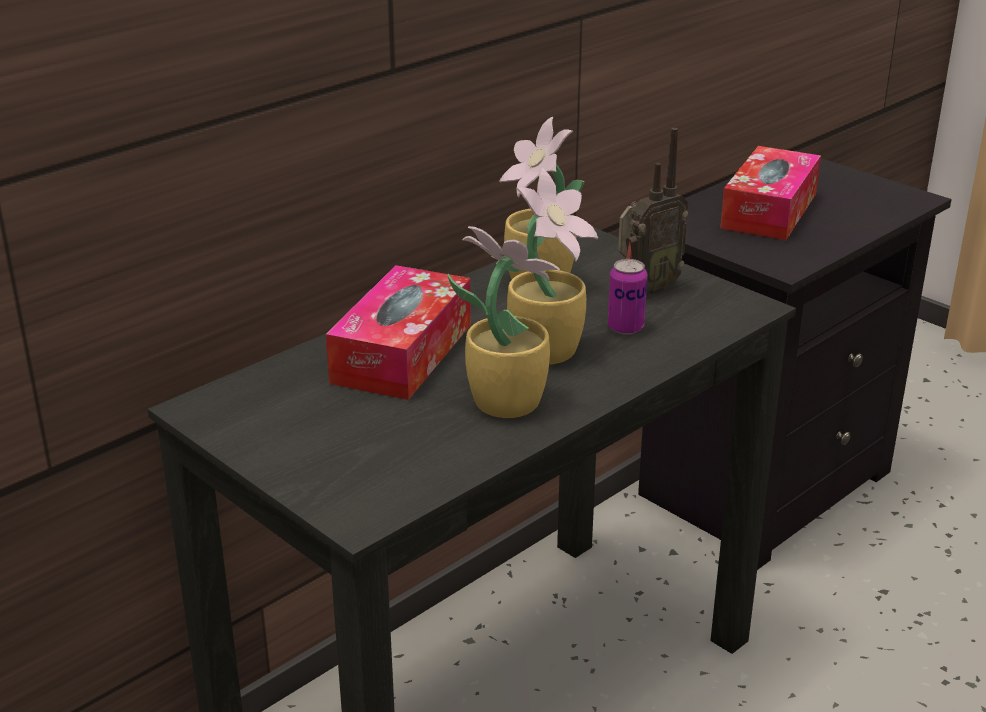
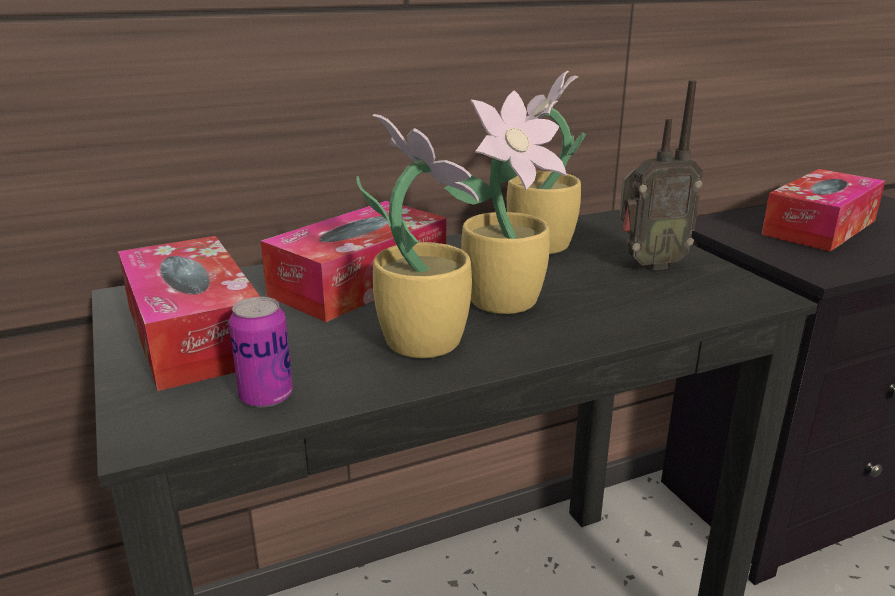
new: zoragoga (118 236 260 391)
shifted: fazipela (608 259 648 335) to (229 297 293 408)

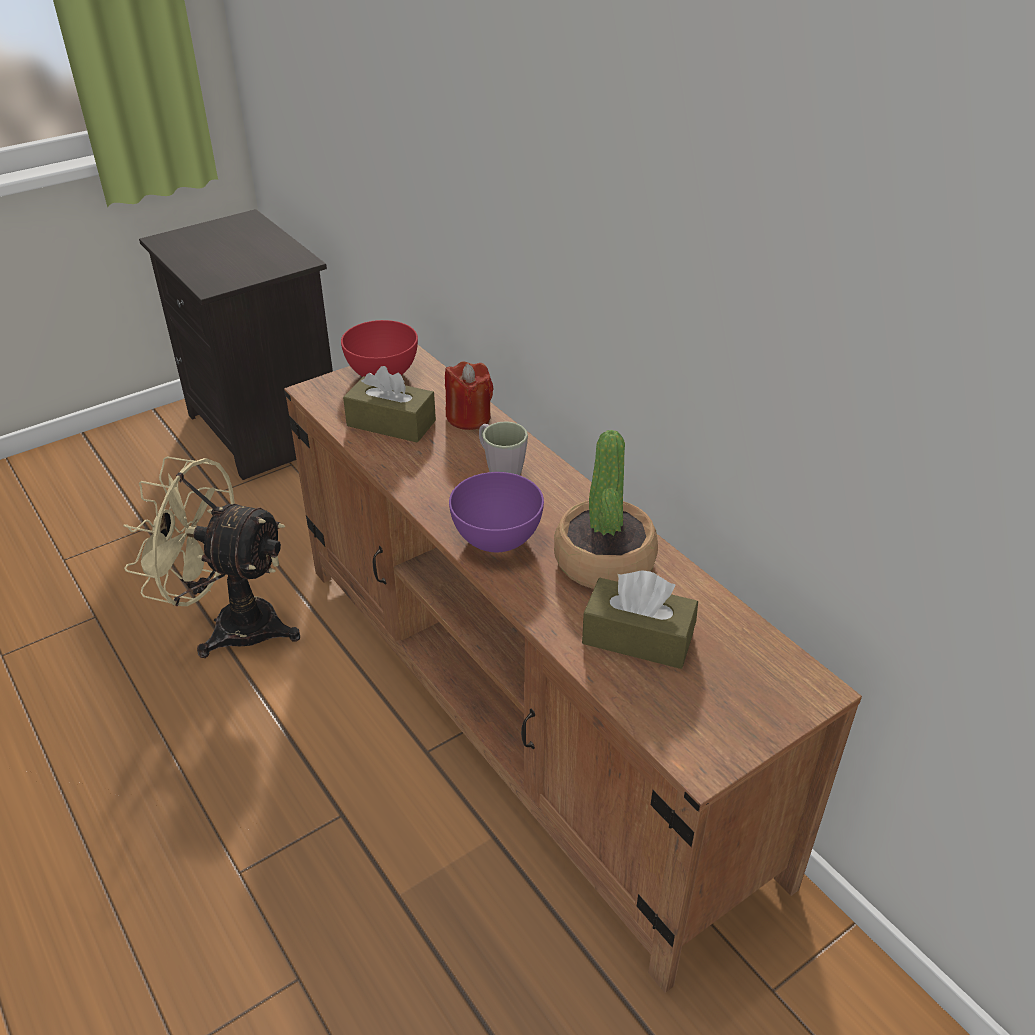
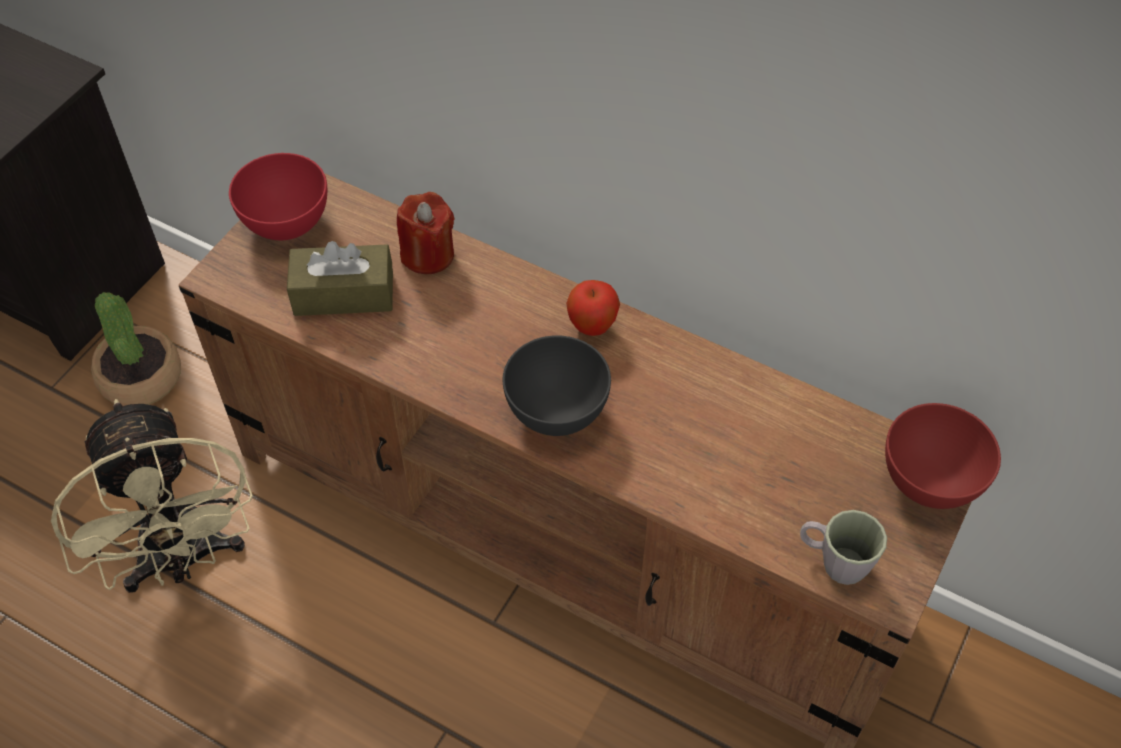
gone: zoragoga (brown) (582 570 698 669)
new: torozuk (566 280 620 336); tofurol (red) (885 403 1001 509)
shifted: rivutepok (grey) (479 421 528 475) to (800 510 887 585); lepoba (554 430 658 589) to (91 292 181 406)
repainted: tofurol (purple) (449 472 544 552) to tofurol (grey) (503 335 611 436)
rotated: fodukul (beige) (123 456 300 658) = (51 399 253 593) 105 degrees counterclockwise

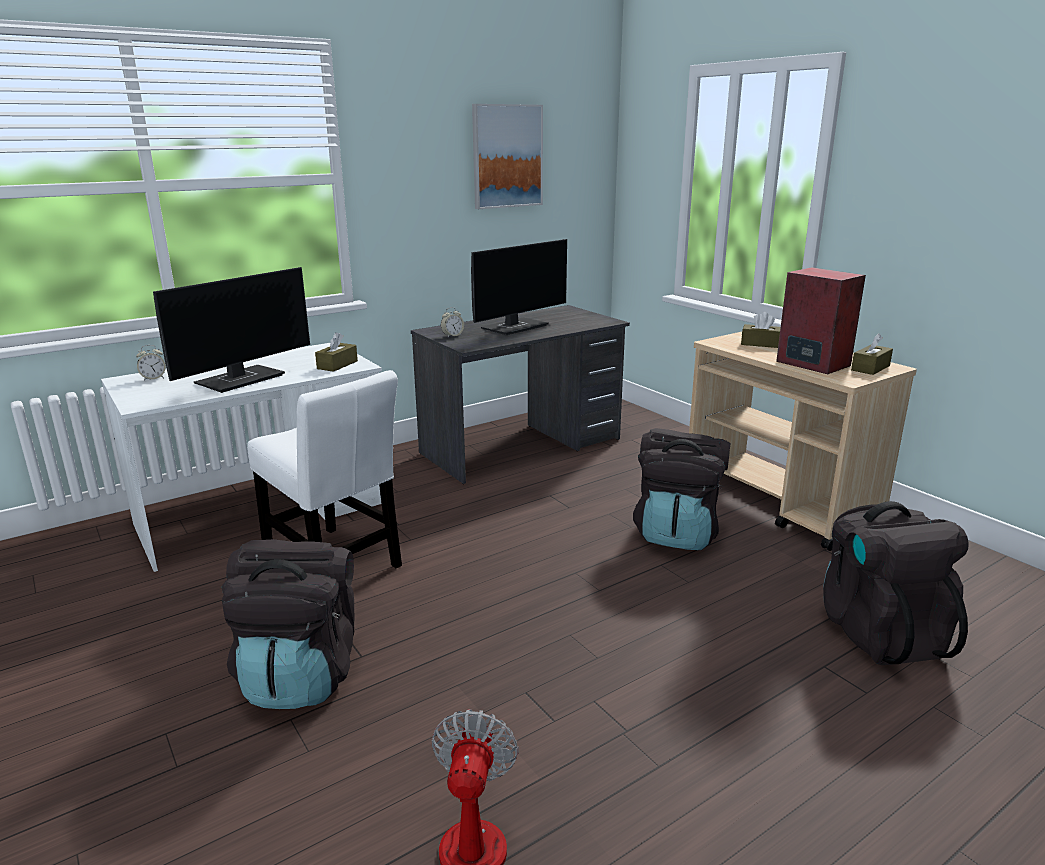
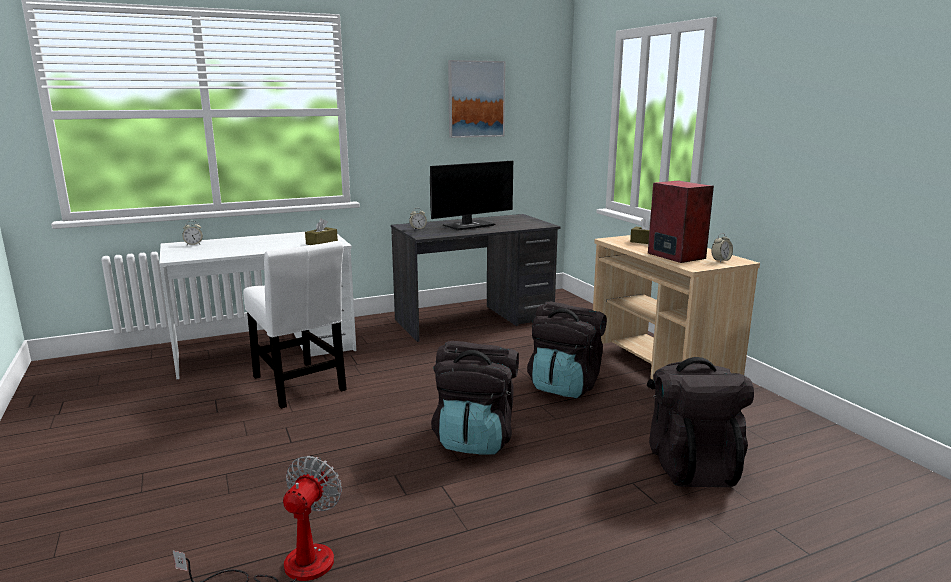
gone: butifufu (153 267 310 393)
shifted: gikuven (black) (222 539 355 709) to (431 341 519 455)
swapped: zoragoga (brown) (851 333 893 375) to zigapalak (711 233 733 262)

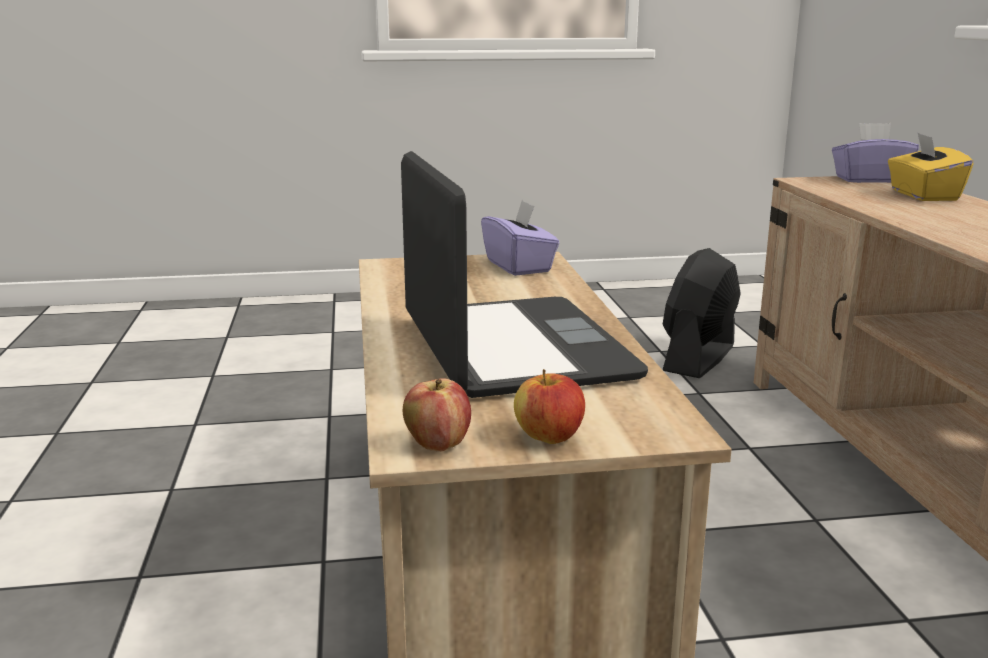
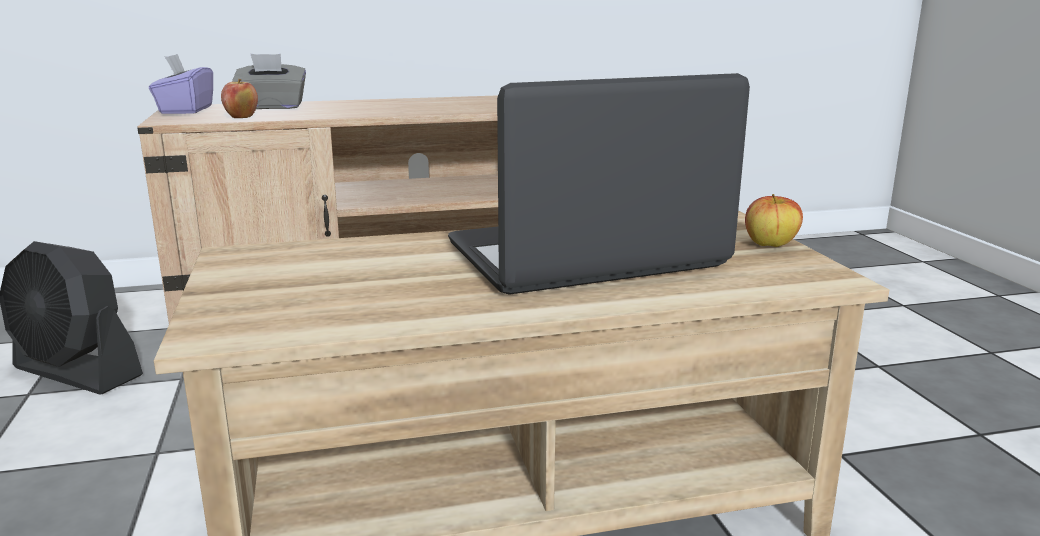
gone: zoragoga (purple) (481 200 560 276)
shifted: torozuk (403 378 471 452) to (221 79 258 118)
repainted: zoragoga (yellow) (888 132 973 201) to zoragoga (grey) (232 54 306 109)

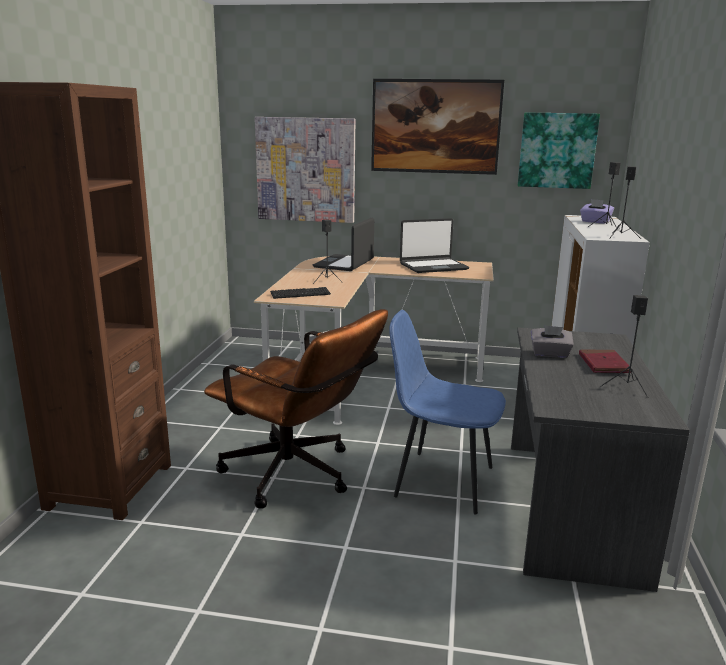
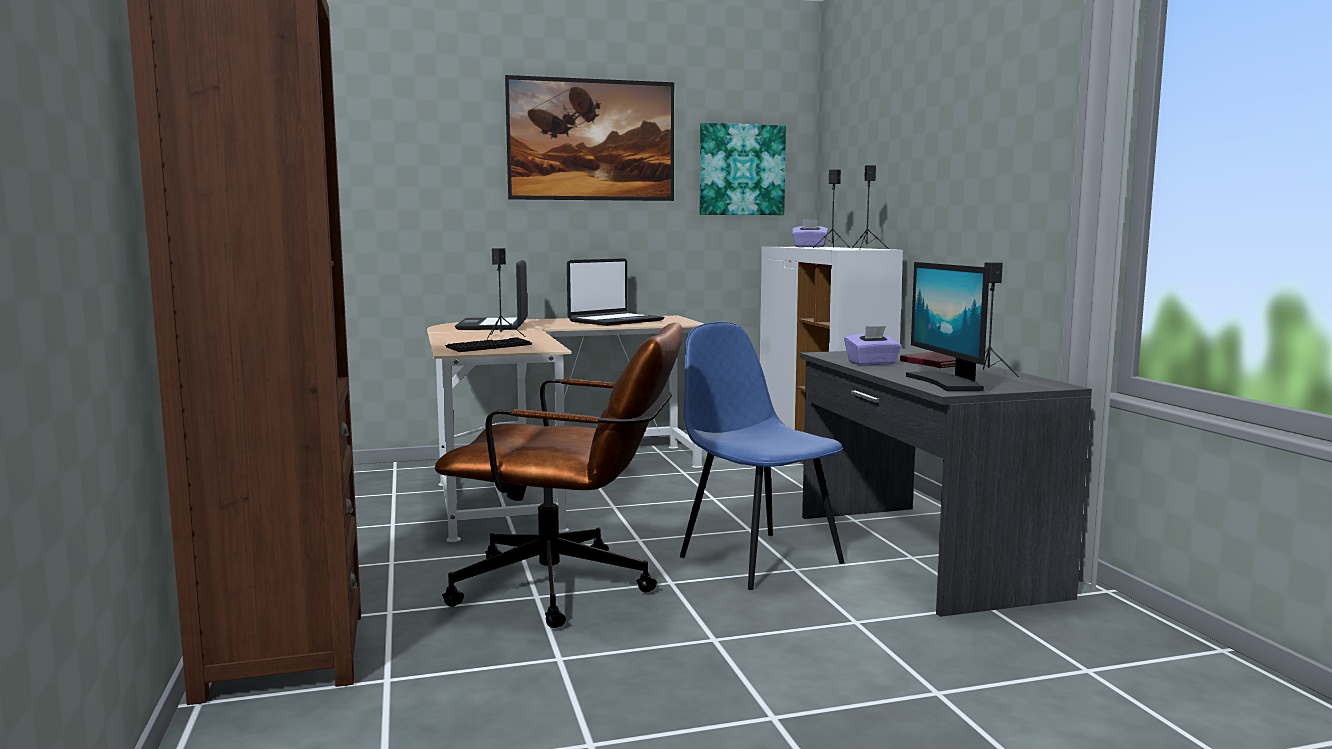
gone: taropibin (255 117 355 223)
new: butifufu (906 262 990 391)
repainted: zoragoga (grey) (531 325 574 358) to zoragoga (purple) (844 326 901 366)
rotated: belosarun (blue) (389 310 506 514) = (680 322 844 590) 60 degrees clockwise

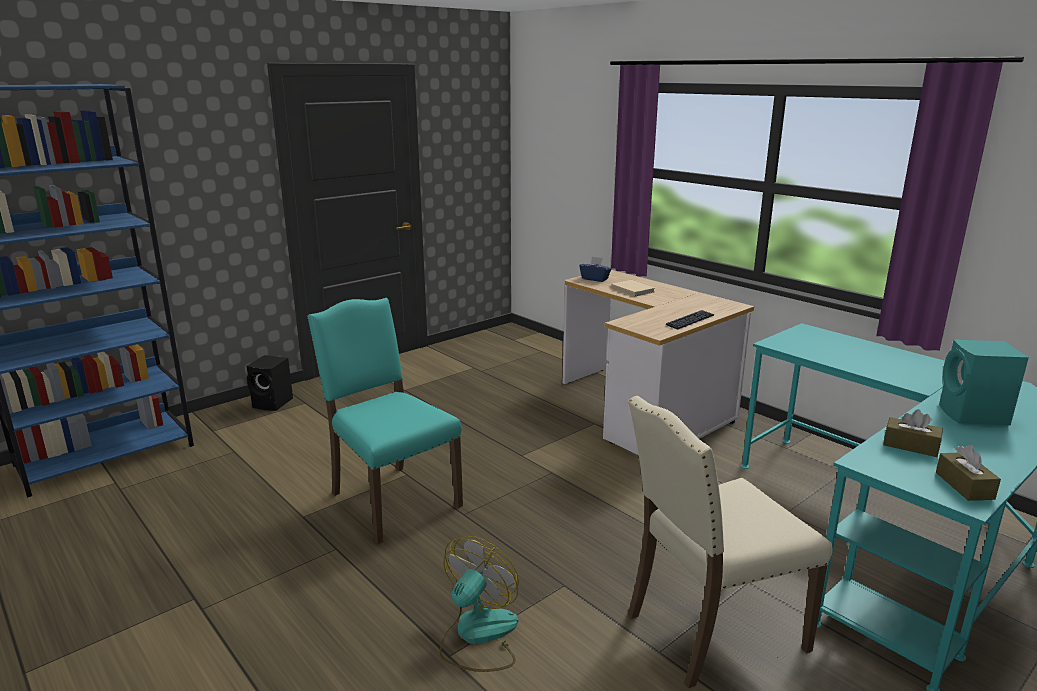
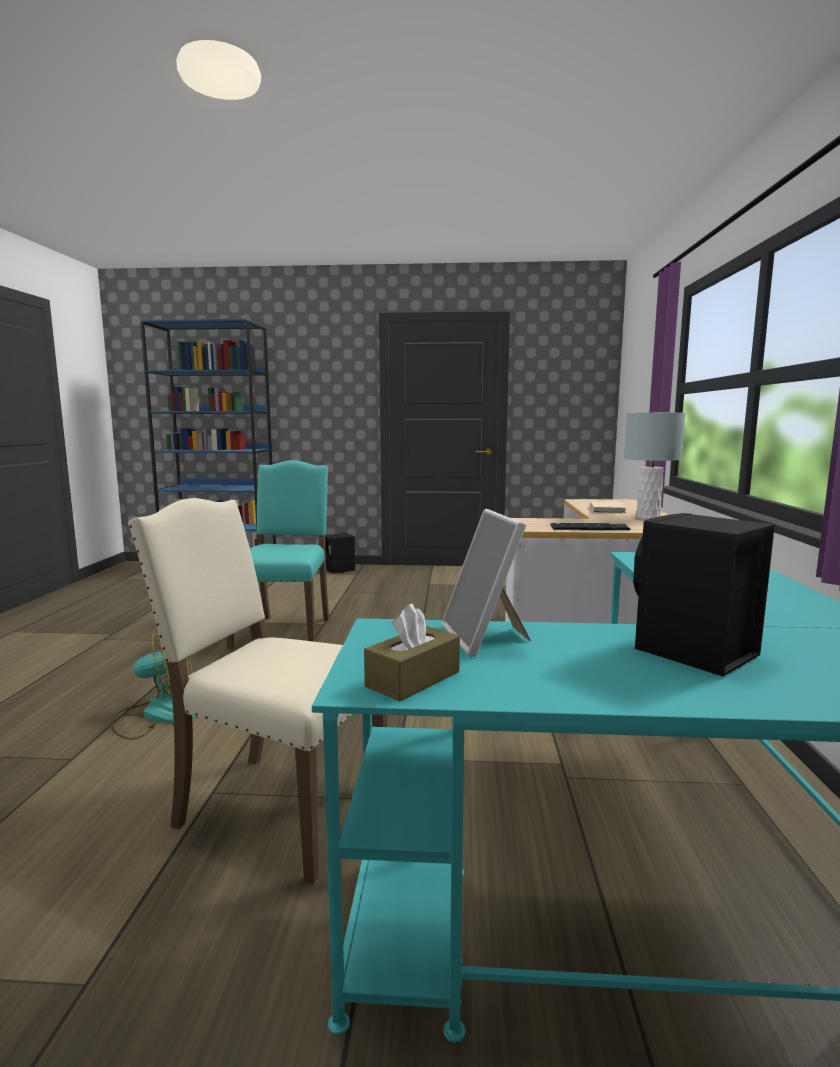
gone: zoragoga (blue) (579 256 612 282)
new: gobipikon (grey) (624 412 685 519)
swapped: zoragoga (brown) (883 409 943 457) to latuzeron (442 509 531 657)
repainted: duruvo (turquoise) (939 339 1029 425) to duruvo (black) (633 513 775 676)

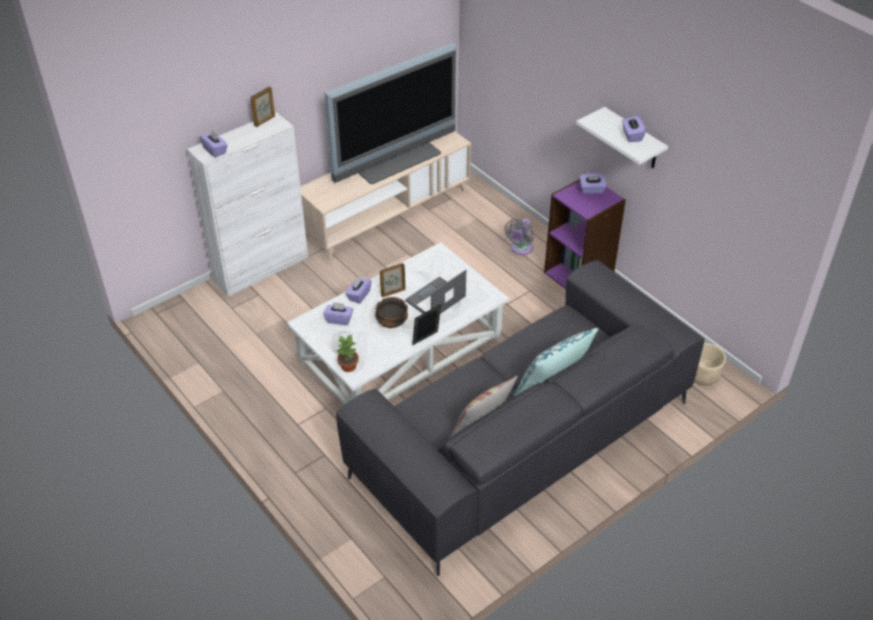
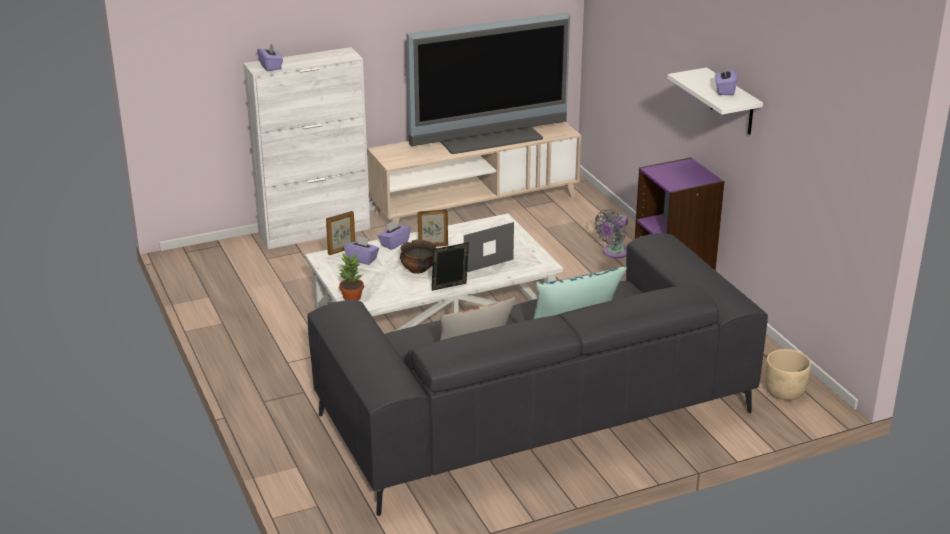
gone: zoragoga (purple) (579 173 607 194)
shifted: latuzeron (250 86 275 127) to (326 211 355 255)

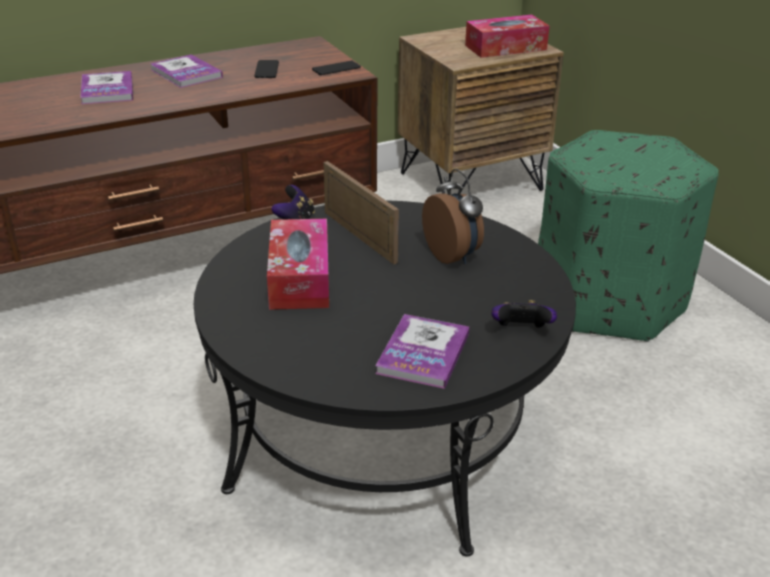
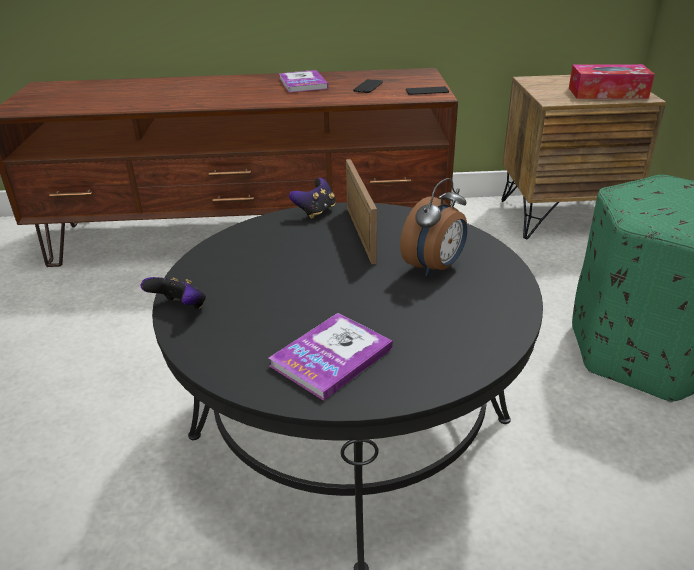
gone: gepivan (80 71 133 104); zoragoga (267 219 329 310)
shifted: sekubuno (491 300 557 328) to (141 277 206 309)
rotated: zigapalak (422 169 484 264) = (400 178 467 276) 45 degrees clockwise

